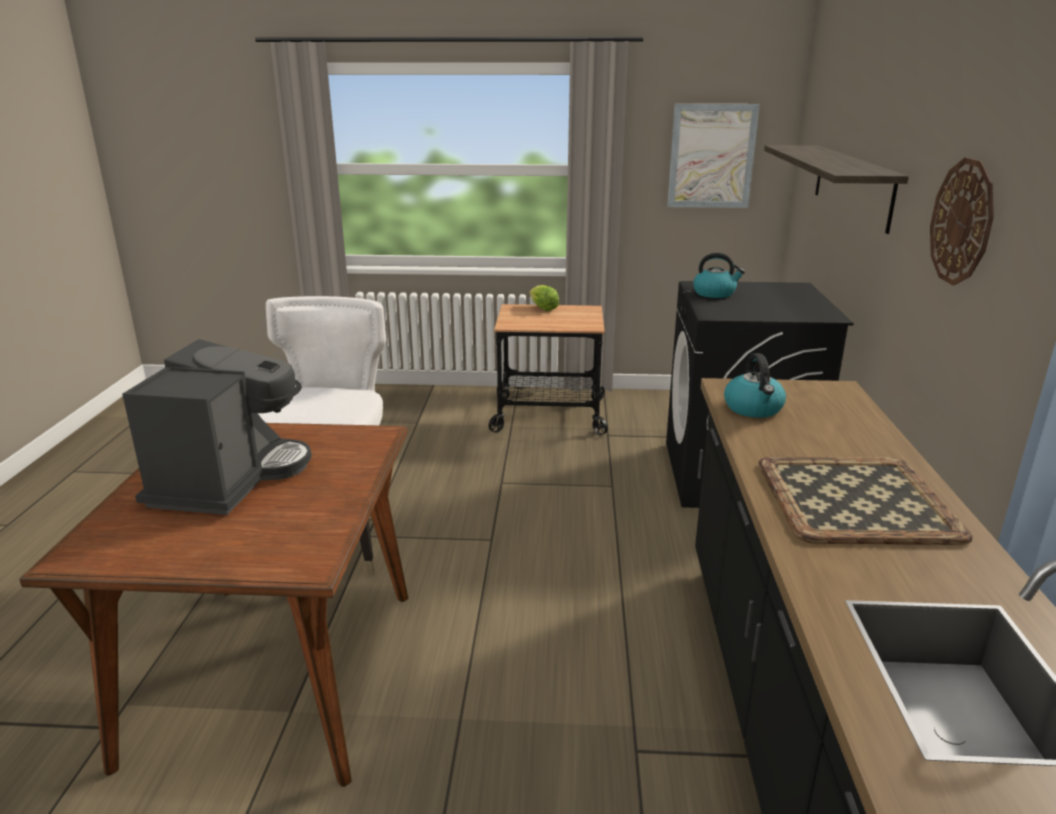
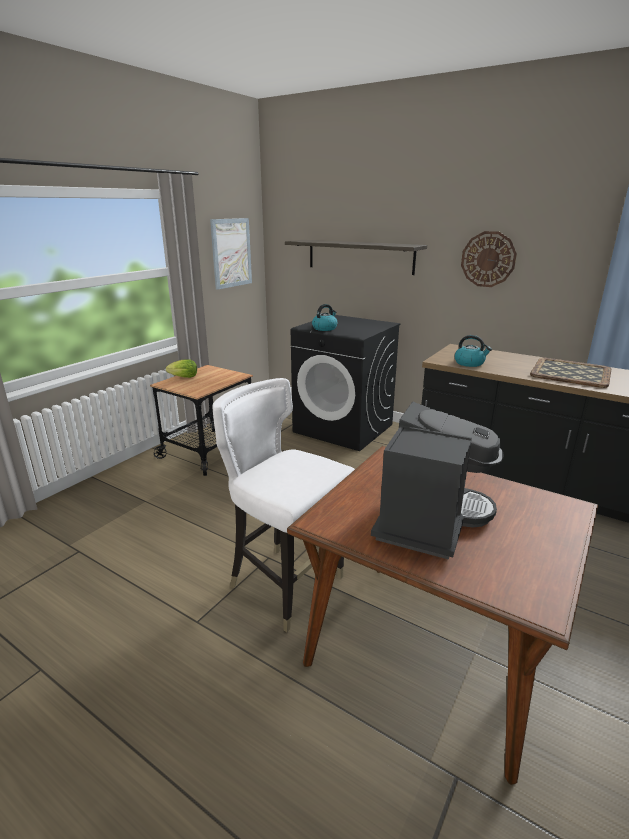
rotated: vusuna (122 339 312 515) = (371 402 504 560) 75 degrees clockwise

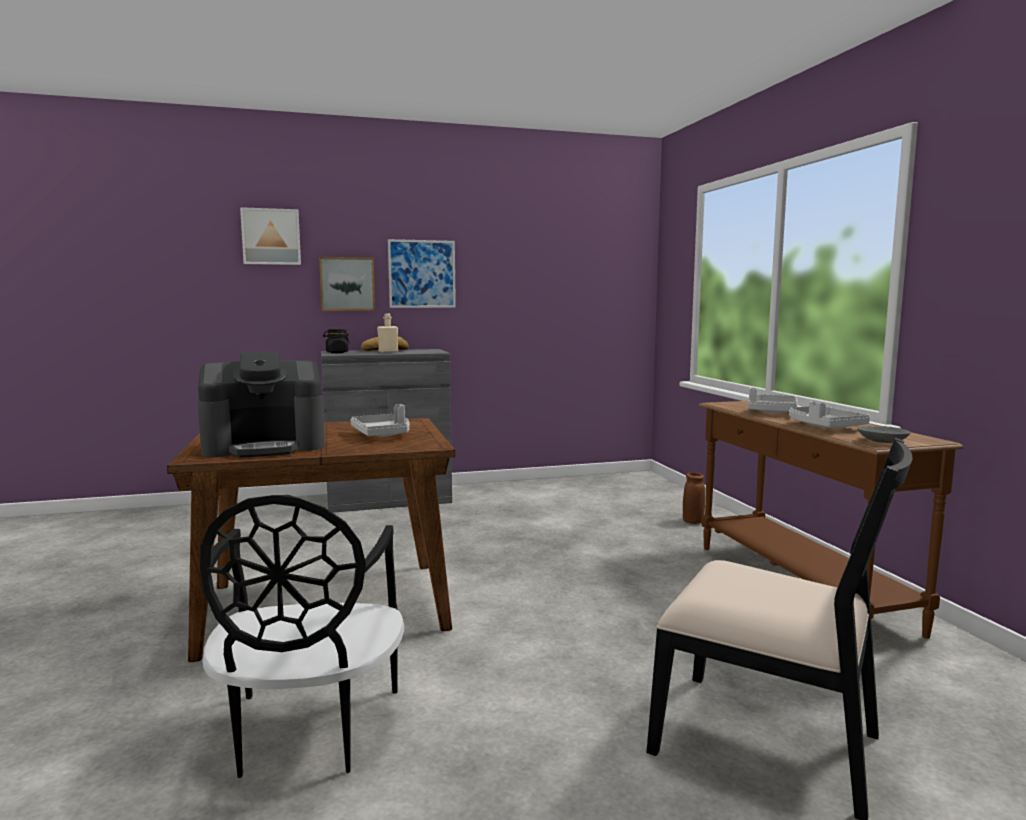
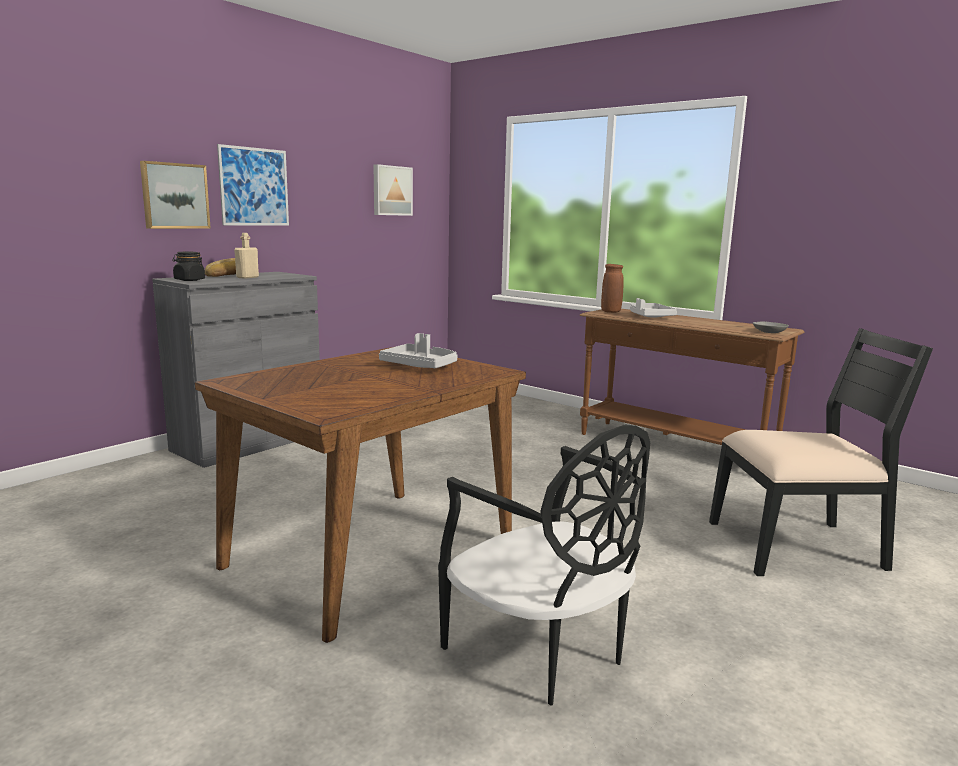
gone: vusuna (197 351 325 458); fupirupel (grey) (789 401 870 428)
shifted: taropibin (240 207 301 265) to (374 164 413 216); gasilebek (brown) (683 472 705 524) to (601 264 624 313)

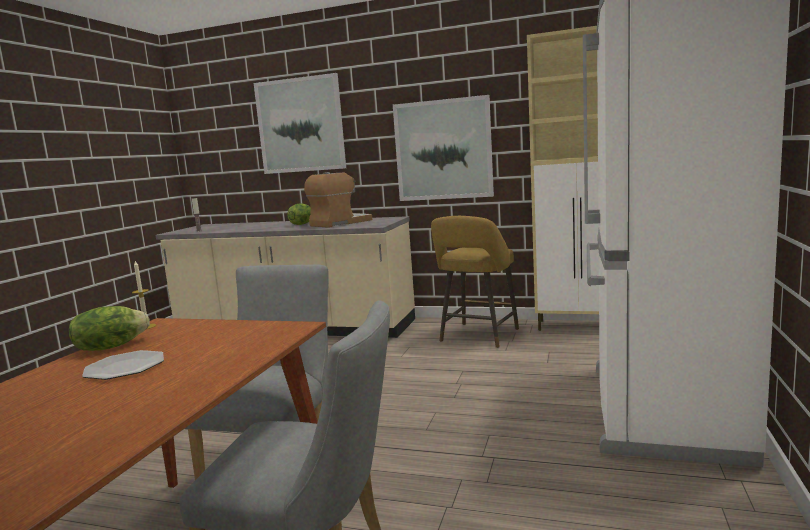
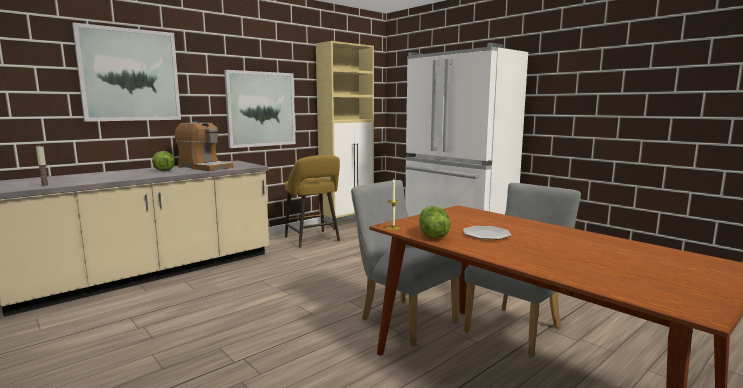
rotated: vusuna (304 172 372 228) = (175 122 233 171) 135 degrees clockwise

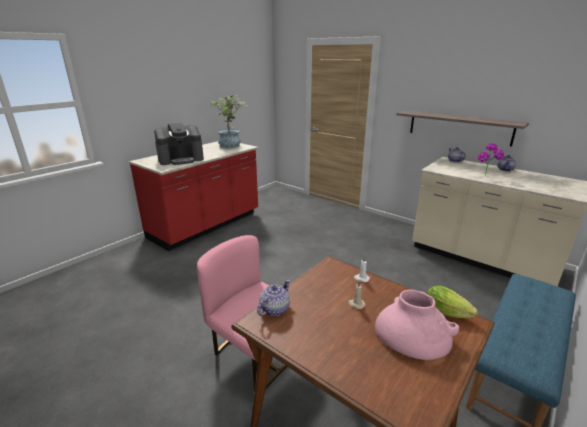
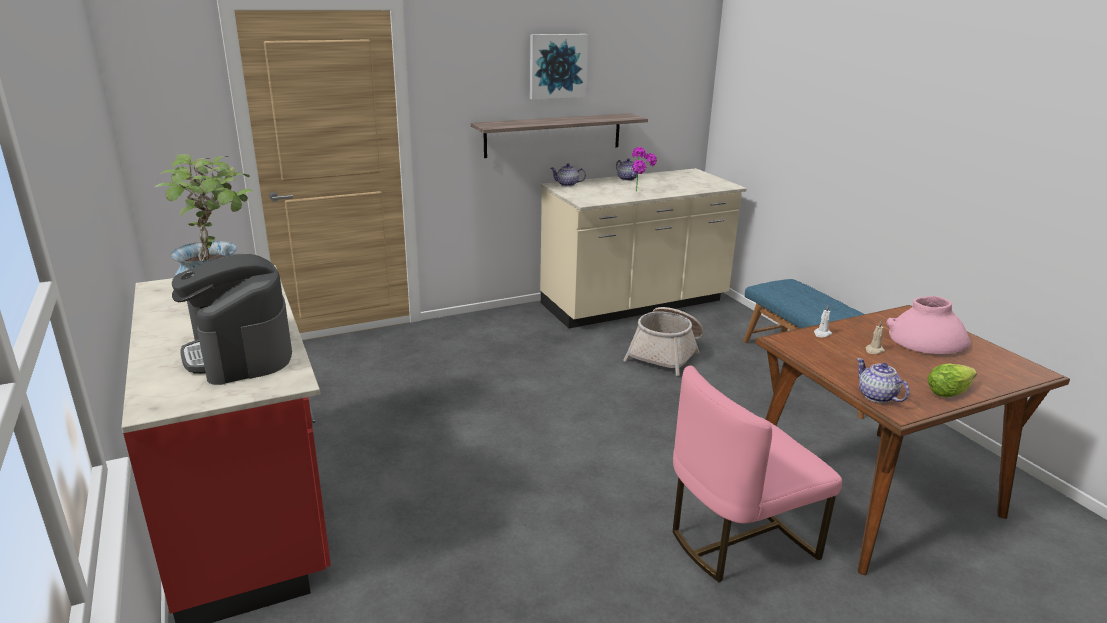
new: taropibin (530 34 588 100); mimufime (624 307 703 376)
shifted: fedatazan (427 285 478 318) to (927 364 977 398)
rotated: vusuna (154 123 204 165) = (172 254 292 385) 150 degrees clockwise

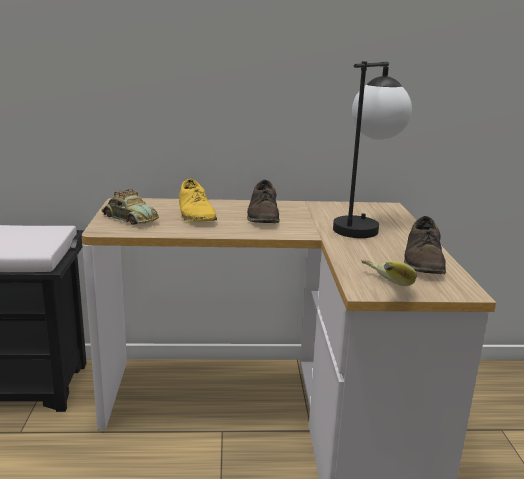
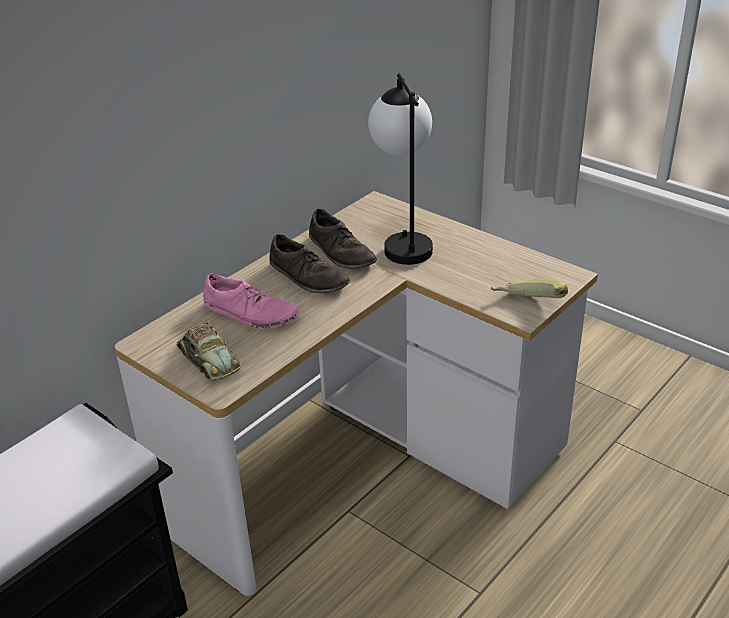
shifted: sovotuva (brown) (404 216 446 274) to (309 209 377 269)
repainted: sovotuva (yellow) (179 178 217 222) to sovotuva (pink) (203 274 300 329)
rotated: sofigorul (102 189 159 225) = (177 322 241 380) 60 degrees clockwise

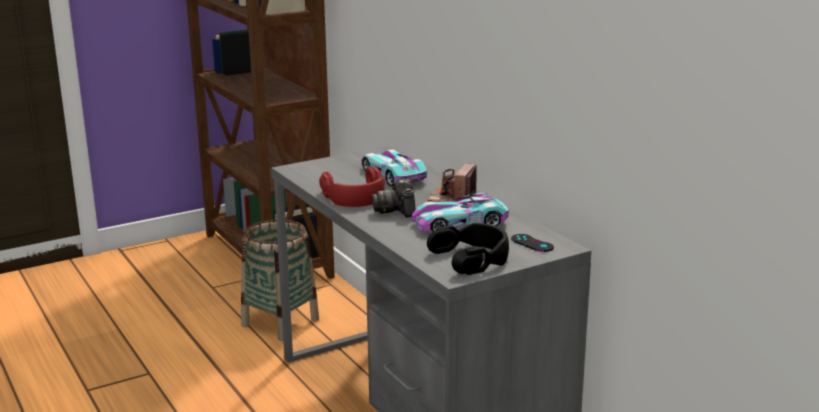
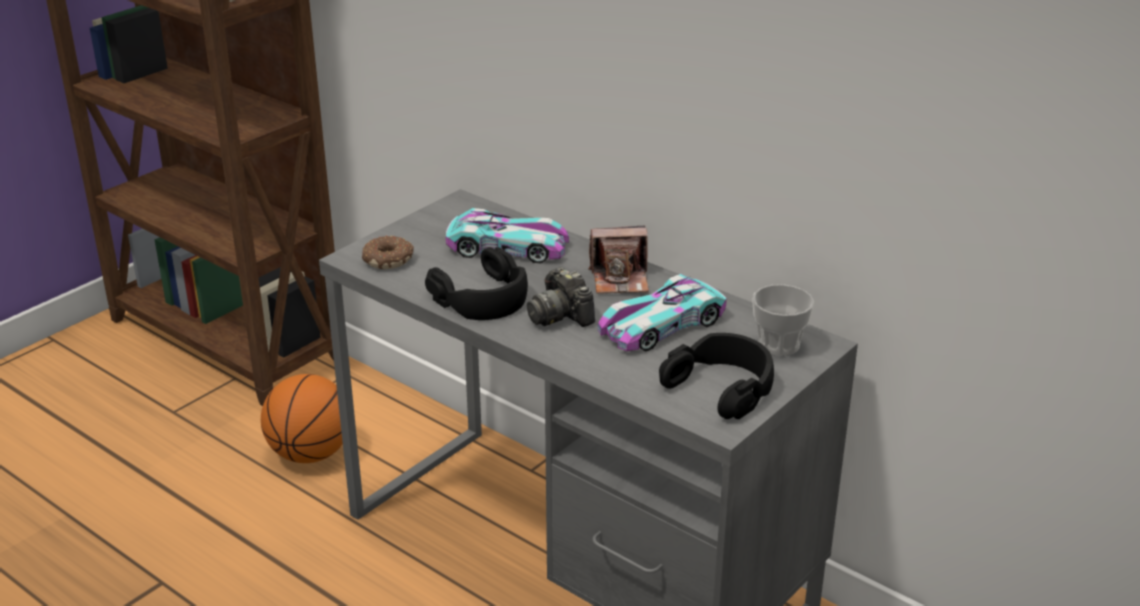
new: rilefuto (362 235 414 269)
swapped: mimufime (241 219 319 341) to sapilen (261 374 343 463); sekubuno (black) (511 234 554 252) to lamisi (752 284 814 356)
repainted: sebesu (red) (319 167 385 207) to sebesu (black) (425 247 528 320)
rotated: sofigorul (361 149 427 186) = (446 208 569 264) 150 degrees clockwise; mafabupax (428 163 477 202) = (588 226 649 294) 90 degrees counterclockwise

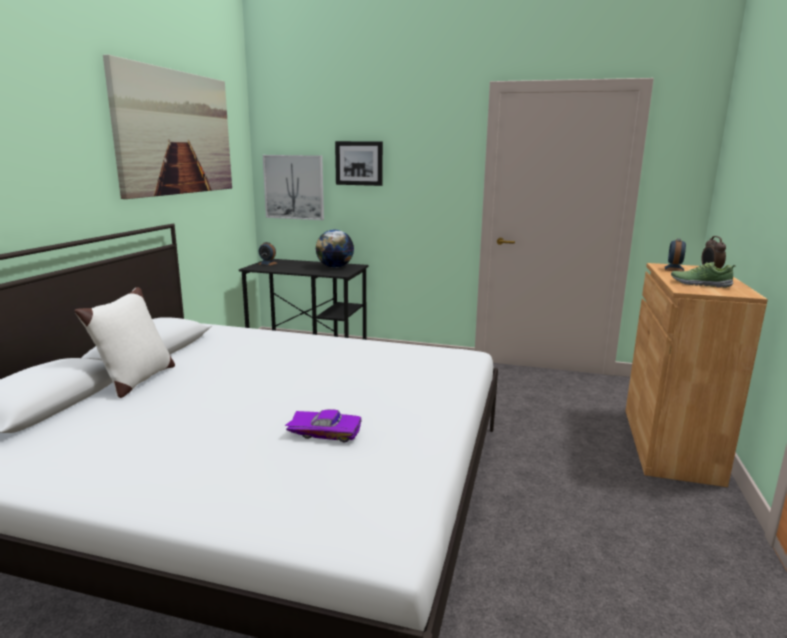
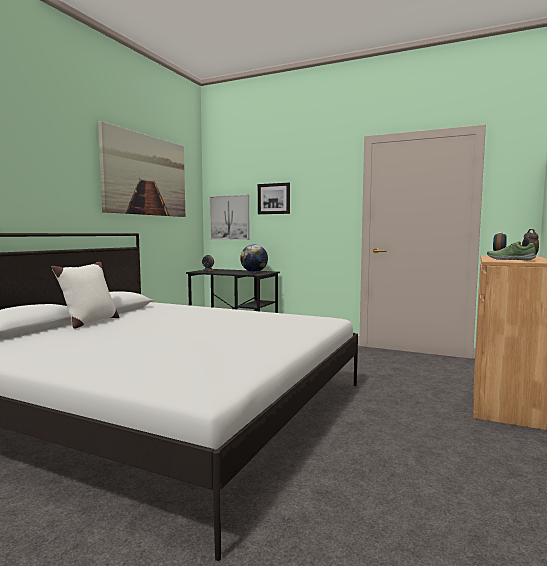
gone: sofigorul (purple) (285 409 362 442)

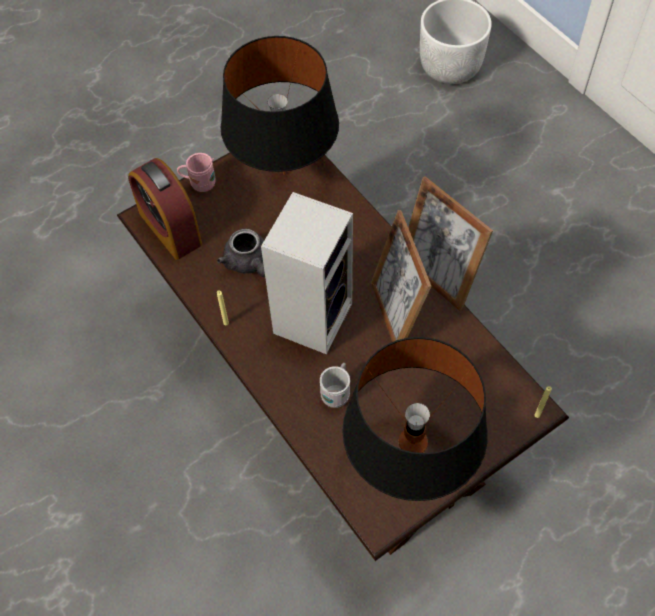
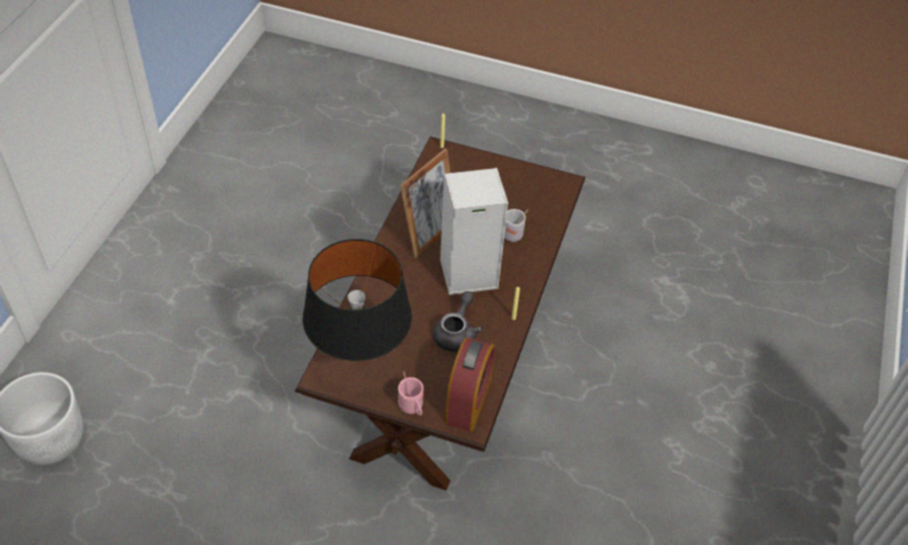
gone: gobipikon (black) (342 337 488 501); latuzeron (408 176 493 311)

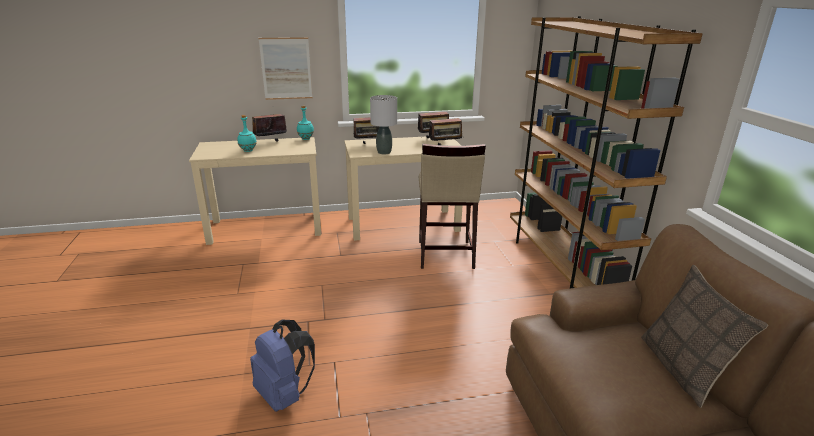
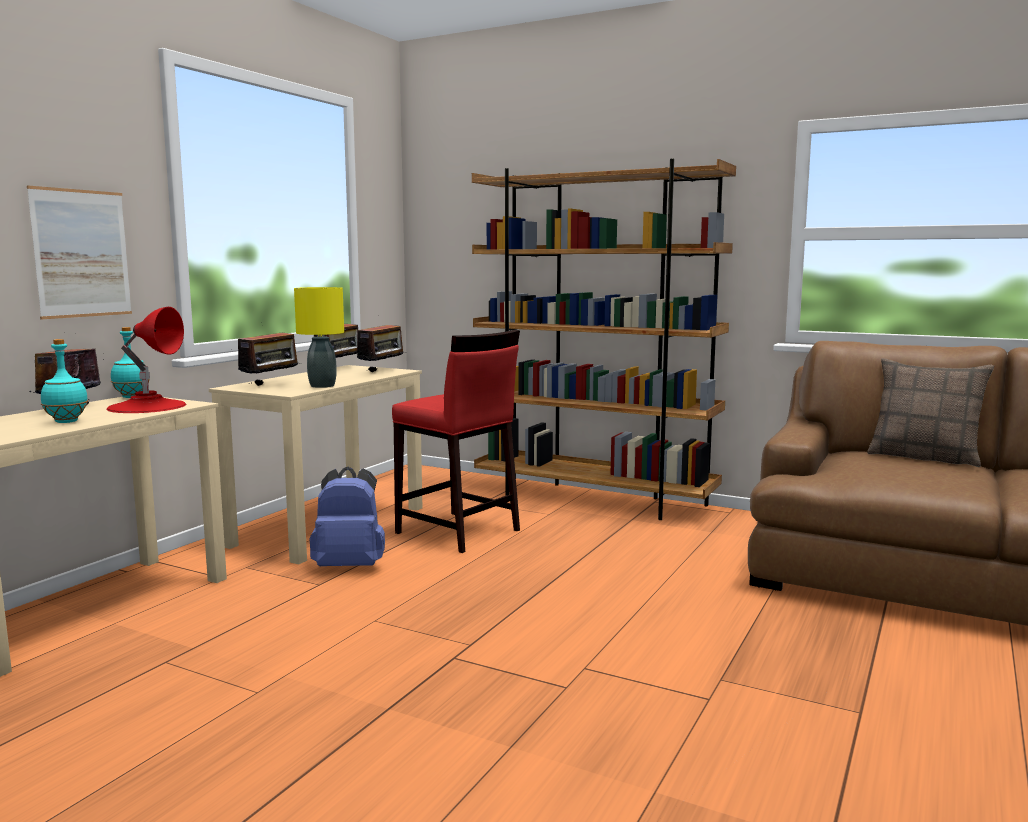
new: gobipikon (red) (106 307 186 413)
shifted: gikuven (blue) (250 320 315 412) to (310 466 385 566)
repainted: gobipikon (grey) (370 95 397 154) to gobipikon (yellow) (294 287 344 388); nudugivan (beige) (419 144 486 269) to nudugivan (red) (392 329 520 553)

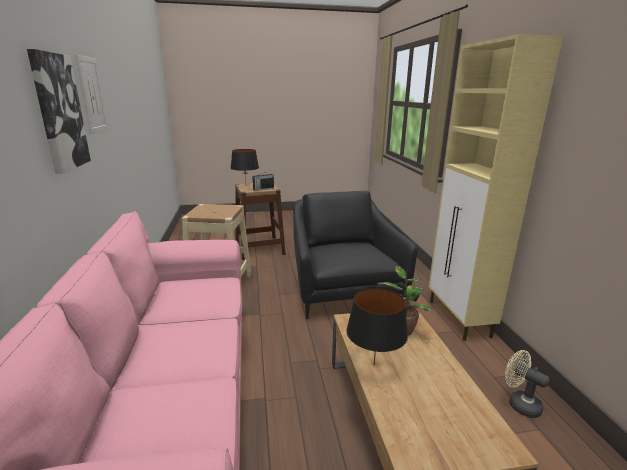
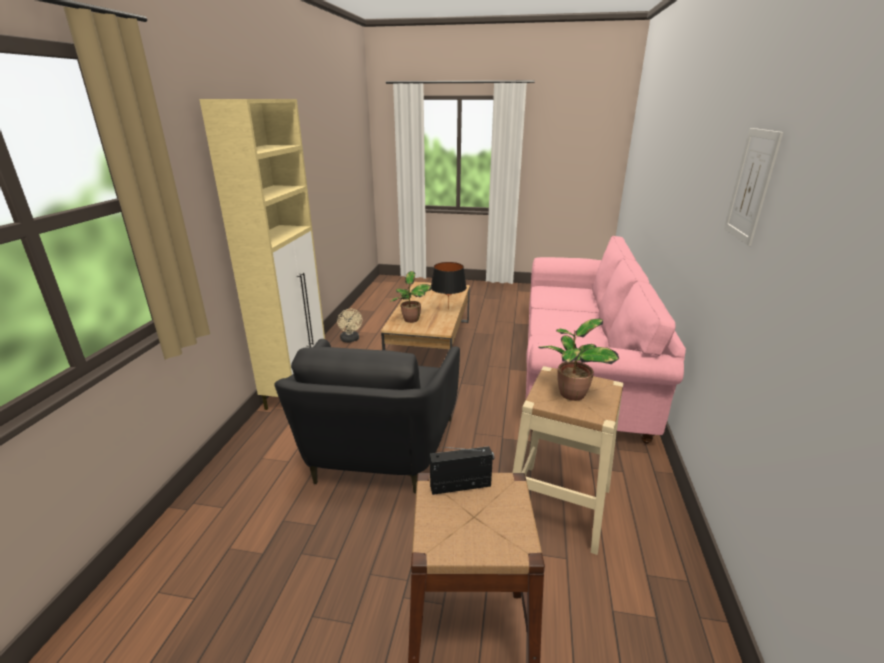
gone: taropibin (27 49 91 174); gobipikon (black) (230 149 259 185)
new: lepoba (539 319 619 401)

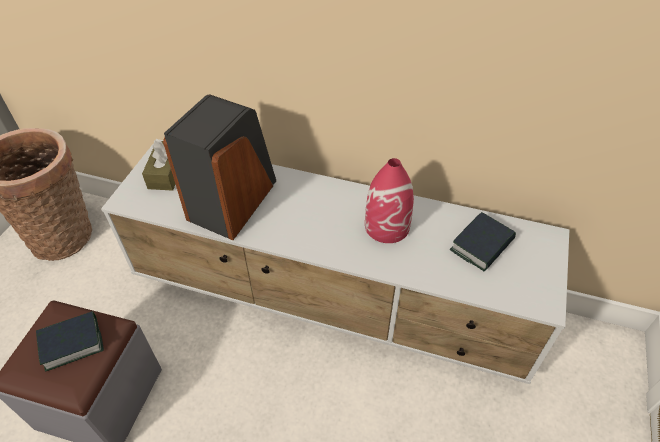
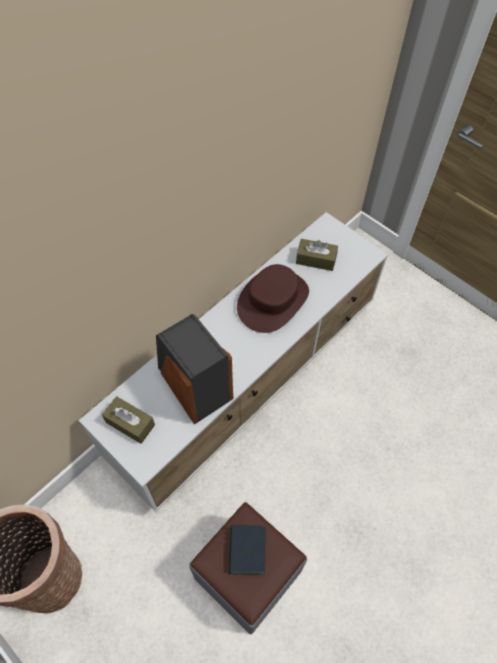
swapped: gasilebek (red) (365 158 414 243) to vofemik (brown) (237 264 309 333); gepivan (450 212 516 271) to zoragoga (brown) (296 239 338 271)

